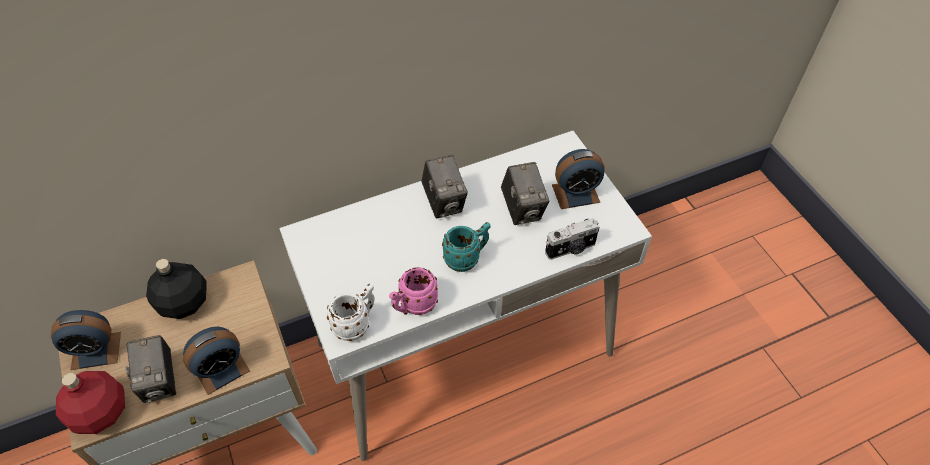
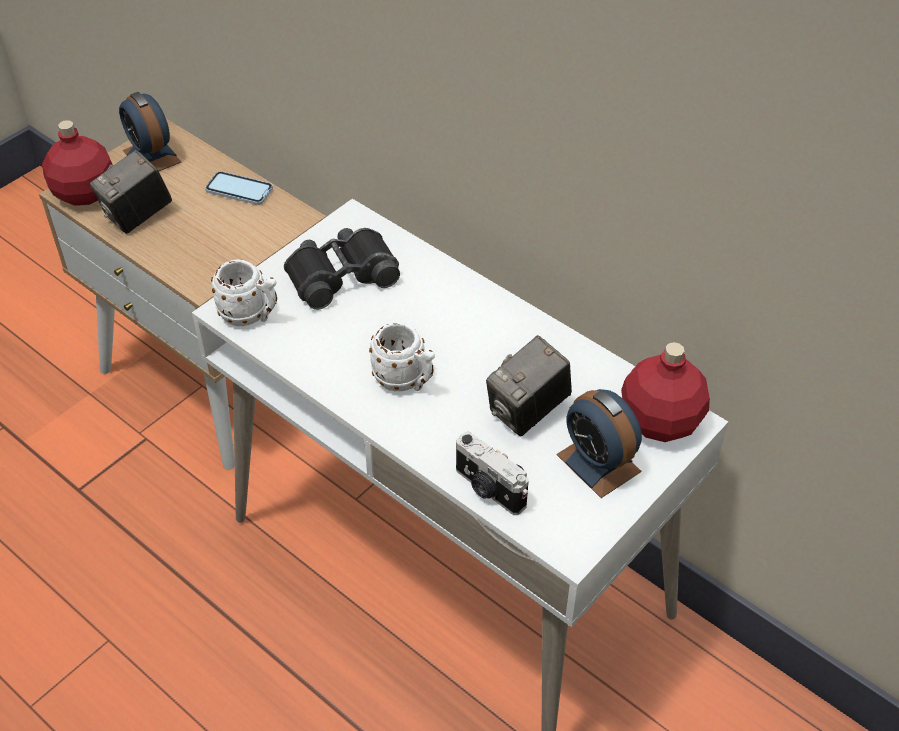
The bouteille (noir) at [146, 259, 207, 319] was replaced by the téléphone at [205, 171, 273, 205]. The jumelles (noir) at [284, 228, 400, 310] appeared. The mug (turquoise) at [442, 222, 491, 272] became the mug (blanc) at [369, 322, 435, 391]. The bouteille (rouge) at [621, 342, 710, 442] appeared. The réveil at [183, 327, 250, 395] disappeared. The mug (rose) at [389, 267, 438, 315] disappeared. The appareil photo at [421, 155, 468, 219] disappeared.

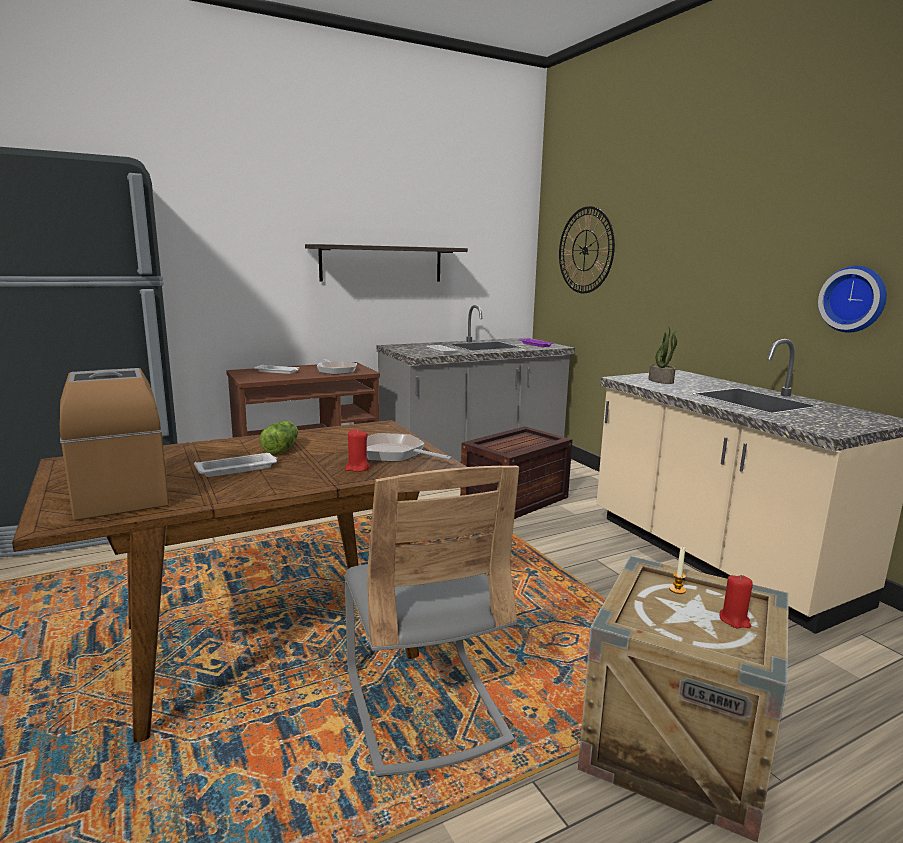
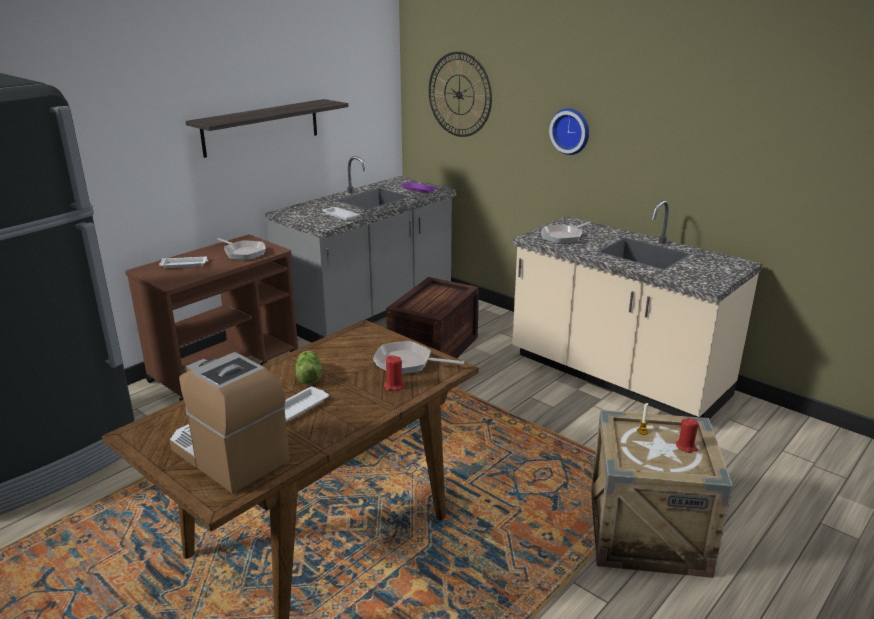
The plante en pot at [648, 327, 677, 384] was replaced by the poêle at [541, 222, 591, 244]. The horloge murale moved from [818, 266, 887, 333] to [549, 108, 589, 155]. The chaise (gris) at [344, 466, 519, 777] disappeared.

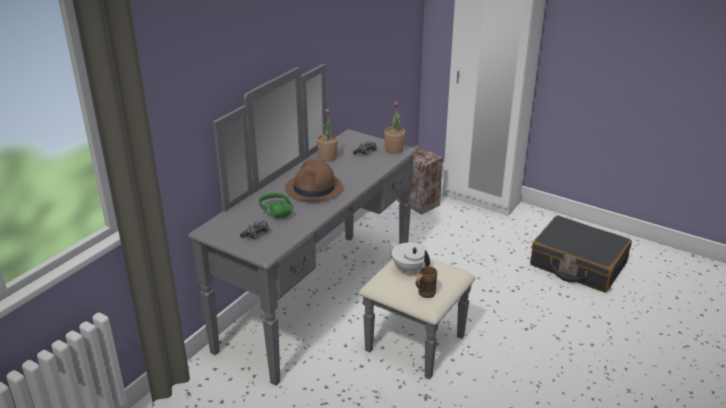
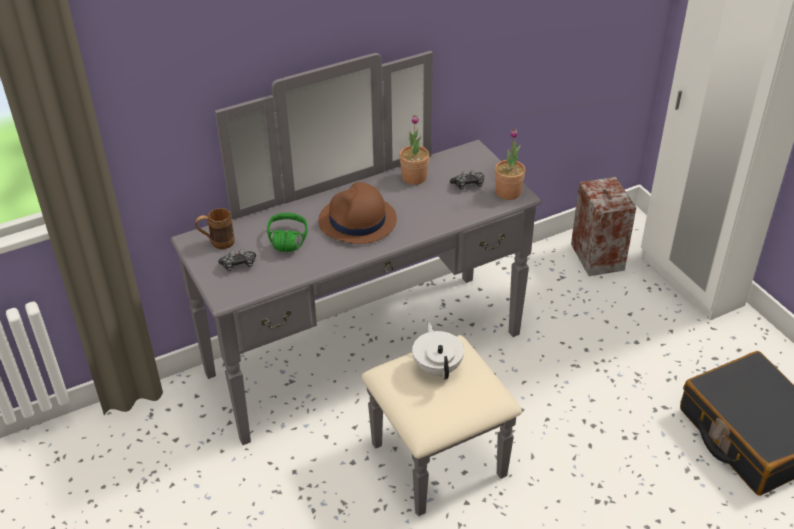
The mug (marron) moved from [416, 266, 437, 298] to [195, 208, 234, 249].

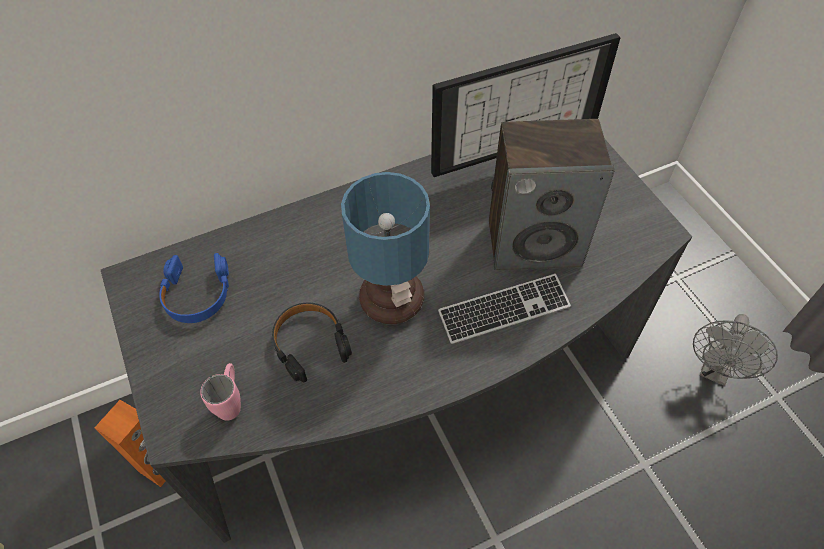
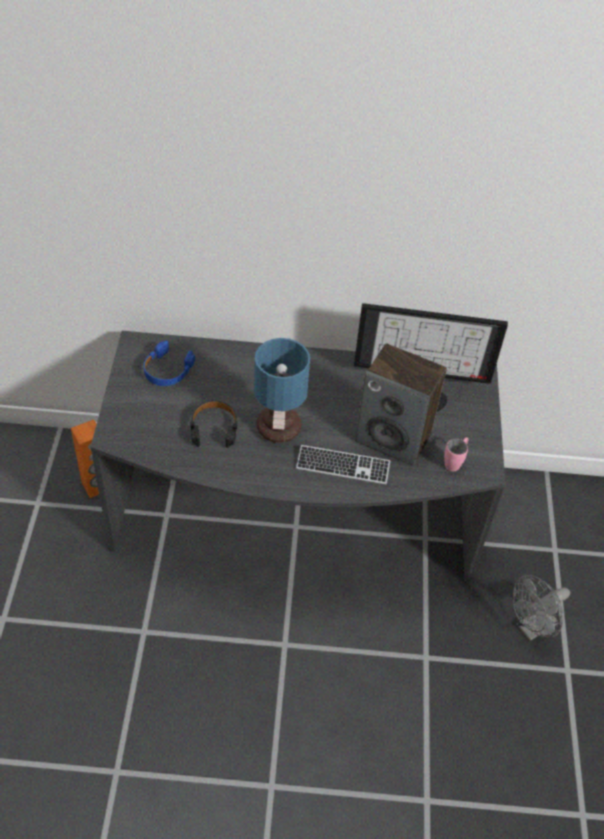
The mug (rose) moved from [200, 363, 241, 420] to [444, 437, 469, 472].

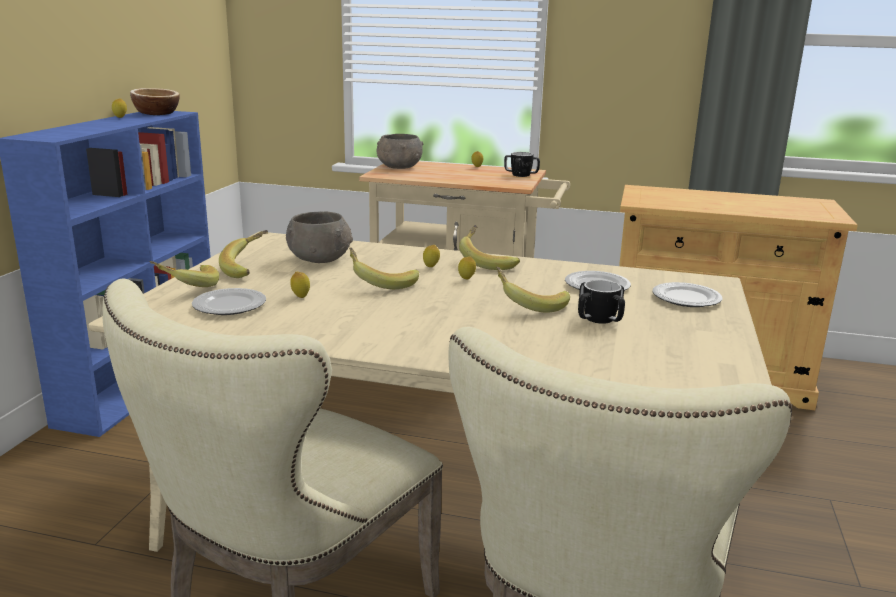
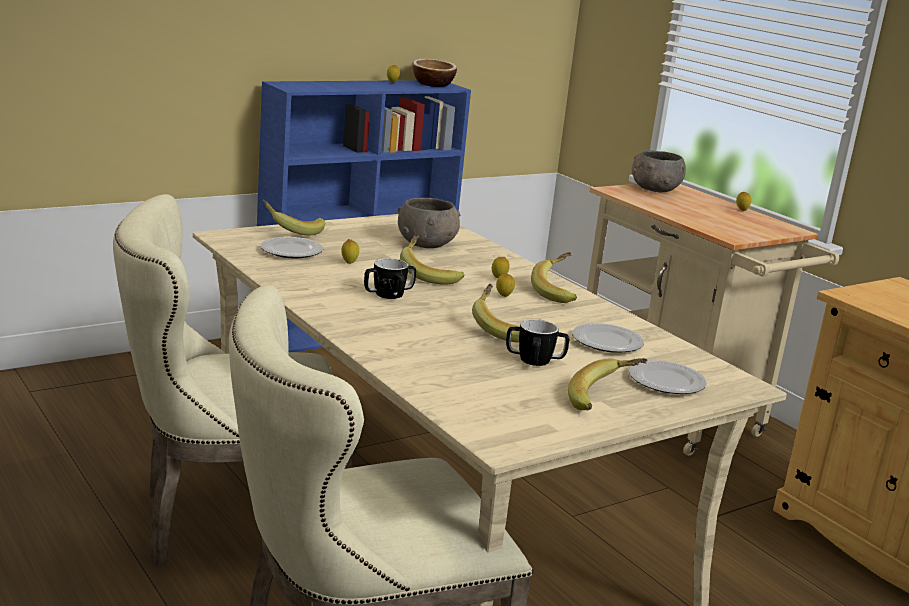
The mug moved from [504, 152, 540, 177] to [364, 258, 416, 299]. The banane moved from [219, 230, 268, 278] to [568, 358, 647, 410].

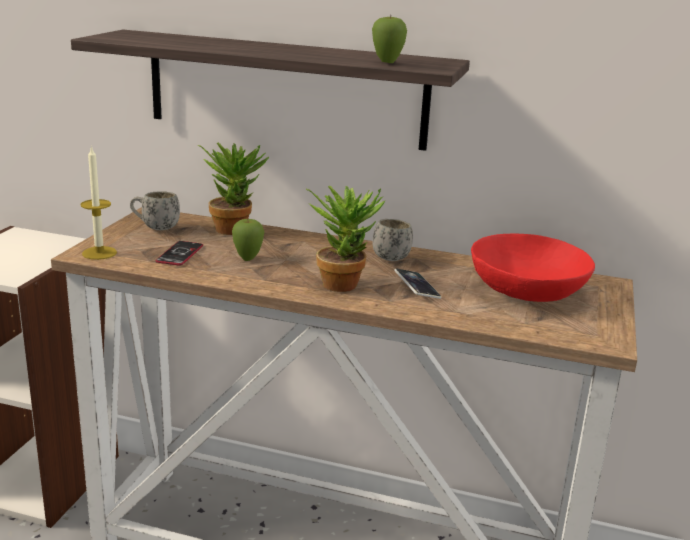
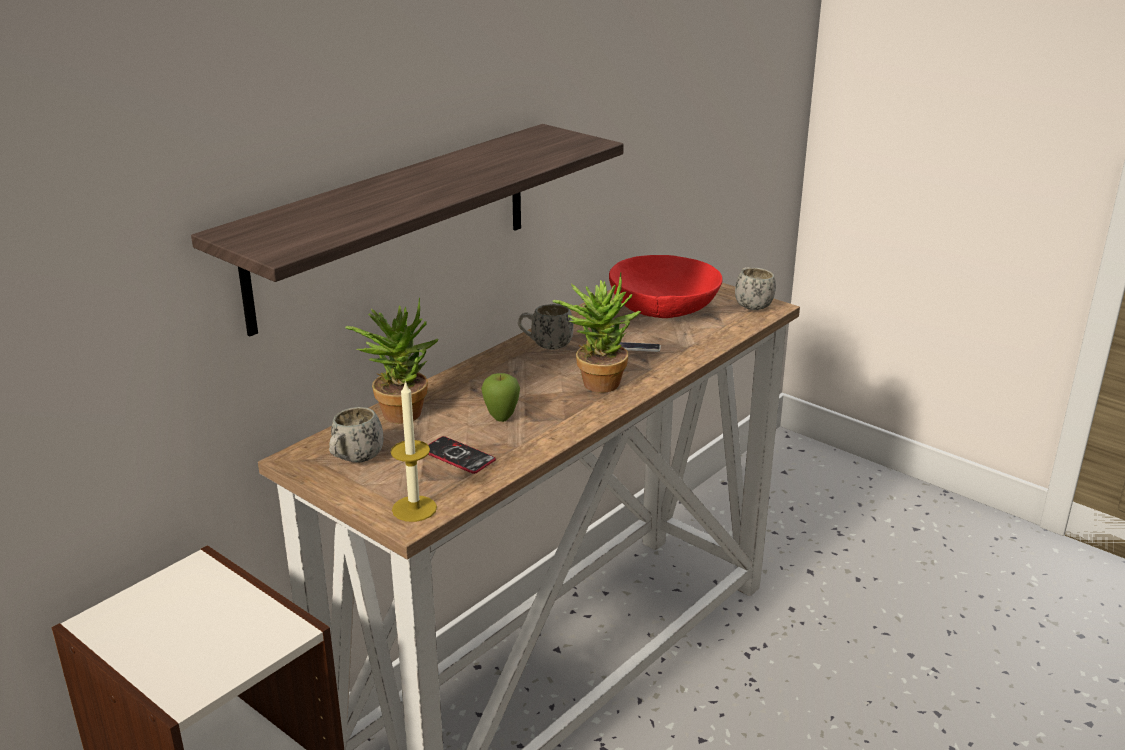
The mug (blanc) at [735, 267, 776, 310] appeared. The pomme at [372, 15, 407, 63] disappeared.

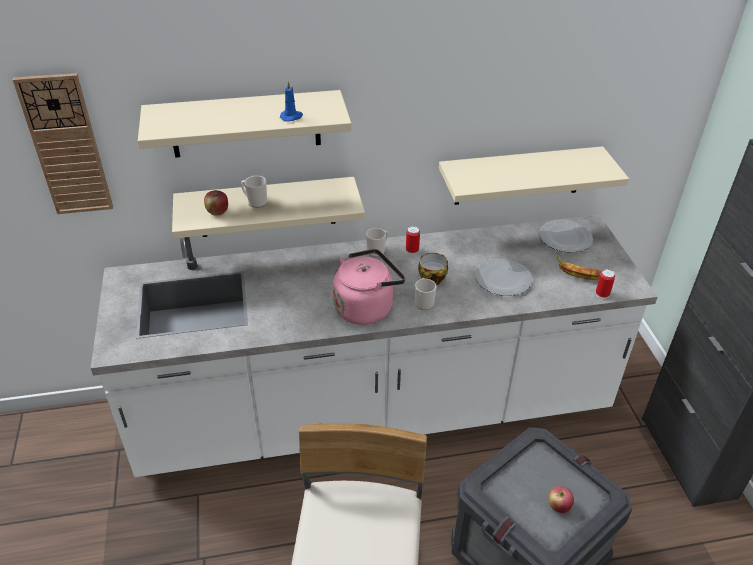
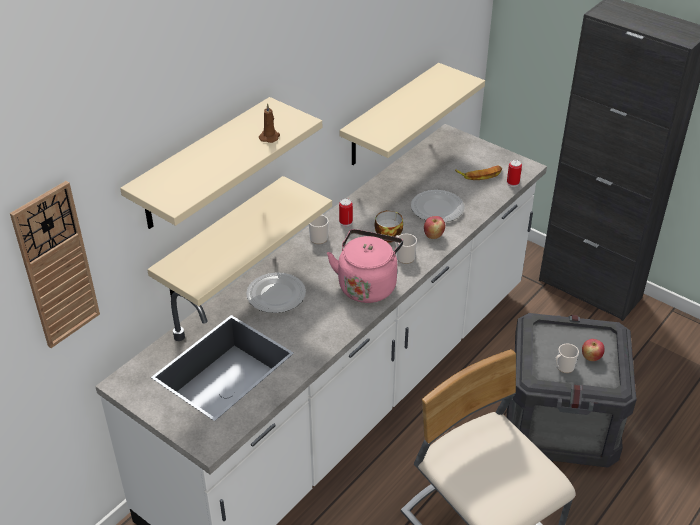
The assiette moved from [539, 220, 593, 252] to [246, 272, 306, 313]. The bougie (bleu) at [280, 80, 303, 122] became the bougie (marron) at [259, 103, 280, 143]. The pomme moved from [204, 190, 228, 216] to [424, 216, 445, 239]. The mug moved from [241, 176, 267, 208] to [555, 344, 579, 373].

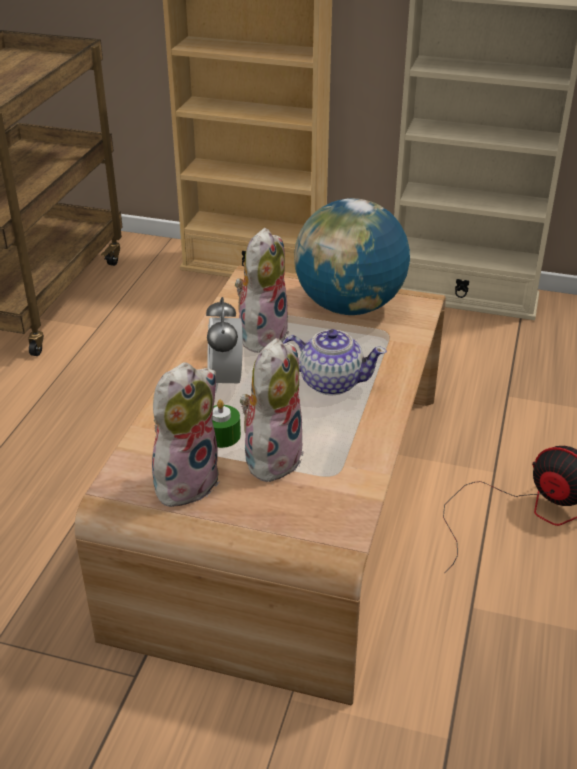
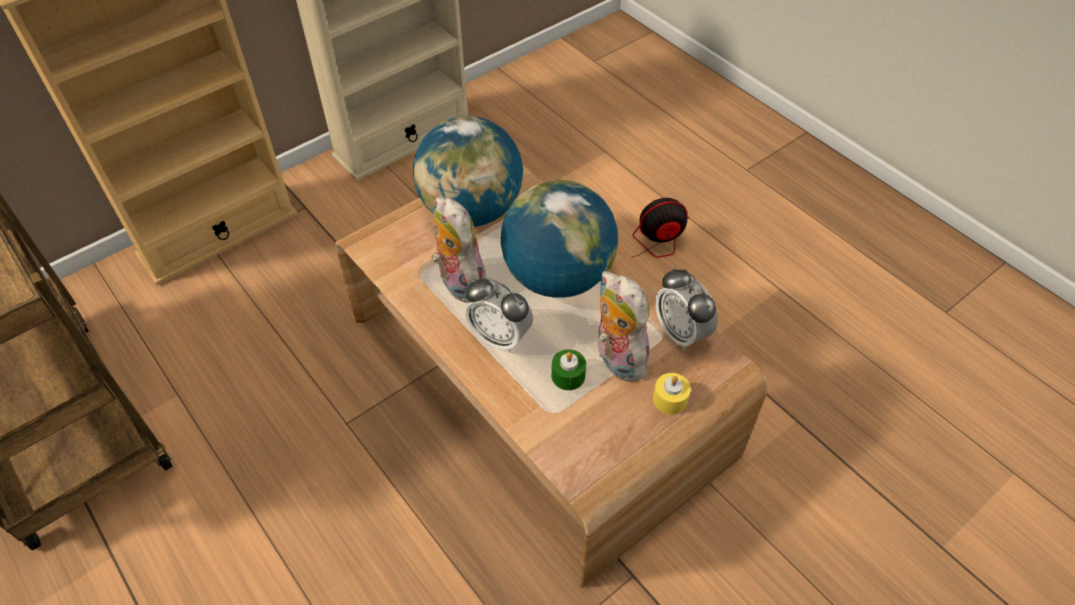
The théière at [283, 329, 387, 396] was replaced by the globe at [501, 180, 618, 298]. The bougie (jaune) at [653, 373, 691, 415] appeared. The réveil at [655, 267, 718, 350] appeared. The peluche at [152, 362, 220, 508] disappeared.

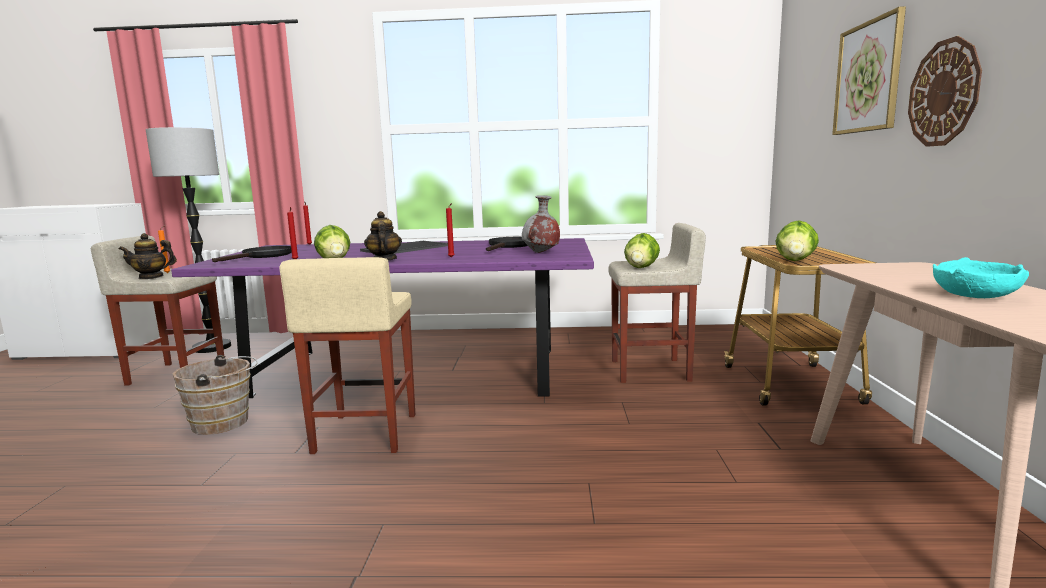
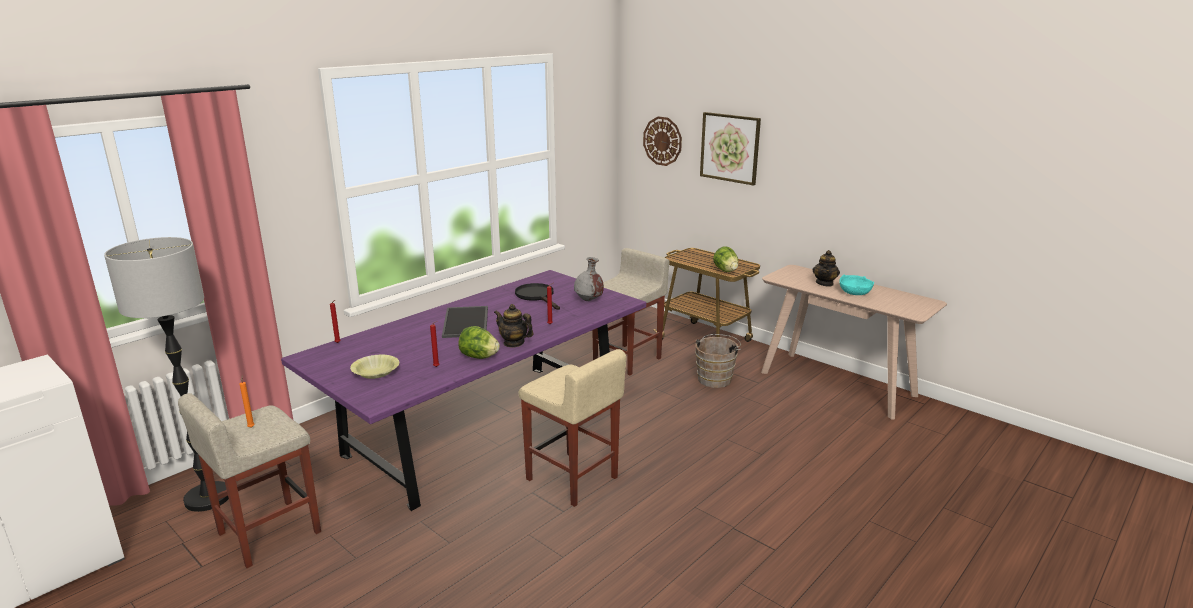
The poêle (noir) at [212, 246, 292, 262] was replaced by the bol (jaune) at [350, 355, 399, 379]. The horloge murale moved from [908, 36, 982, 147] to [643, 116, 682, 166]. The seau (marron) moved from [173, 355, 258, 435] to [695, 334, 741, 388]. The théière moved from [119, 233, 177, 279] to [813, 250, 840, 286]. The laitue at [624, 233, 660, 268] disappeared.

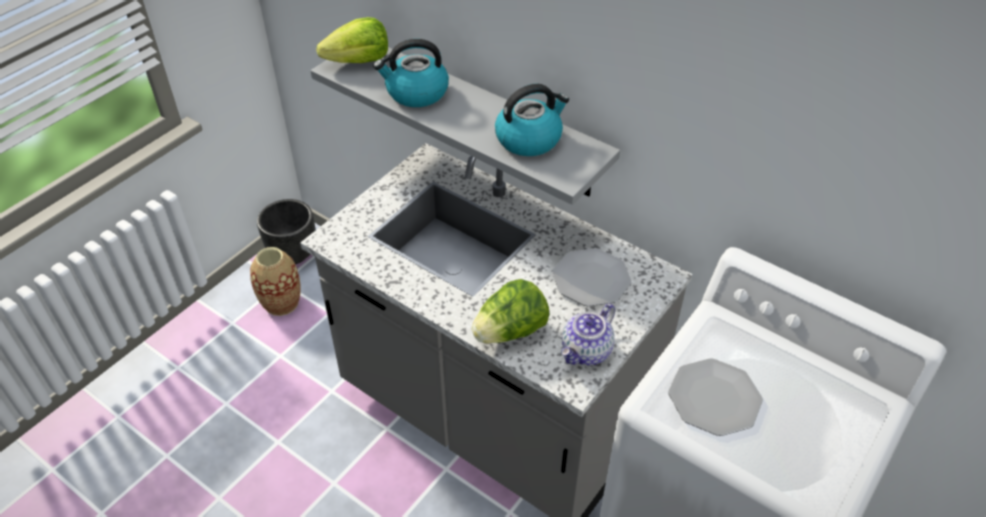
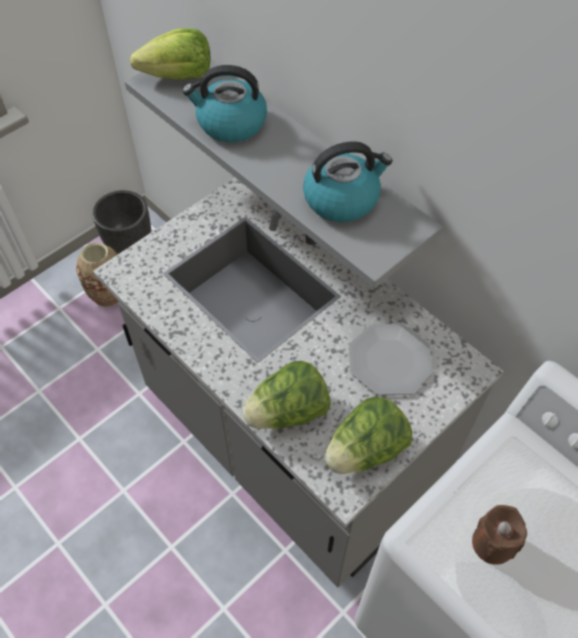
The théière at [561, 303, 615, 365] was replaced by the laitue at [325, 397, 412, 474]. The assiette at [668, 358, 763, 436] was replaced by the bougie (marron) at [472, 505, 527, 565].

